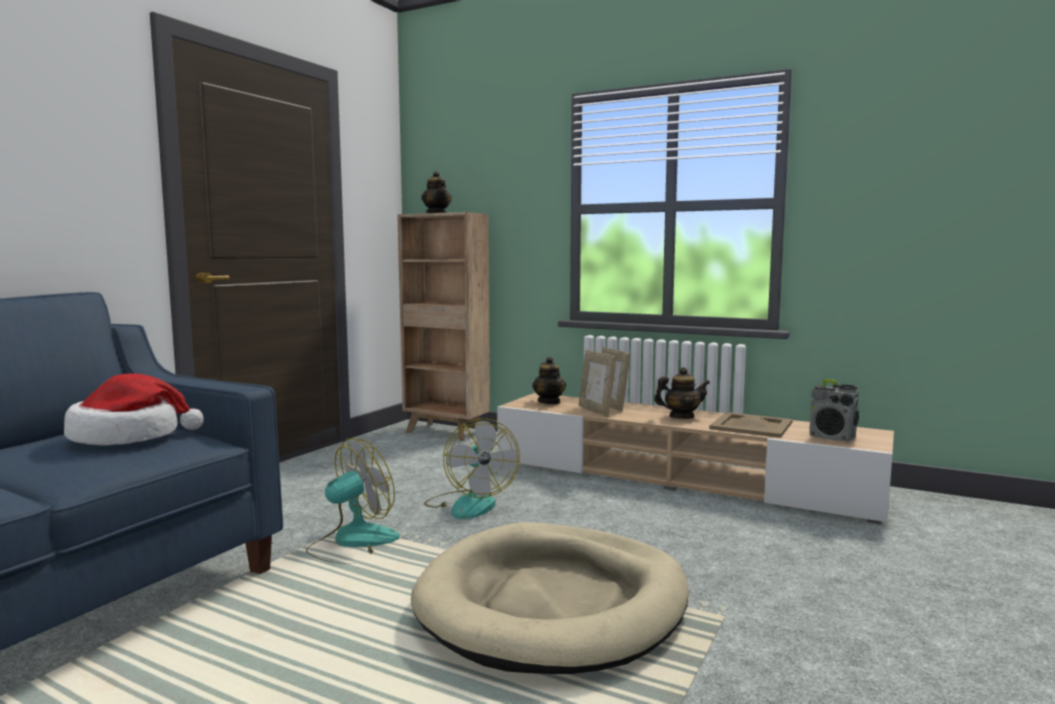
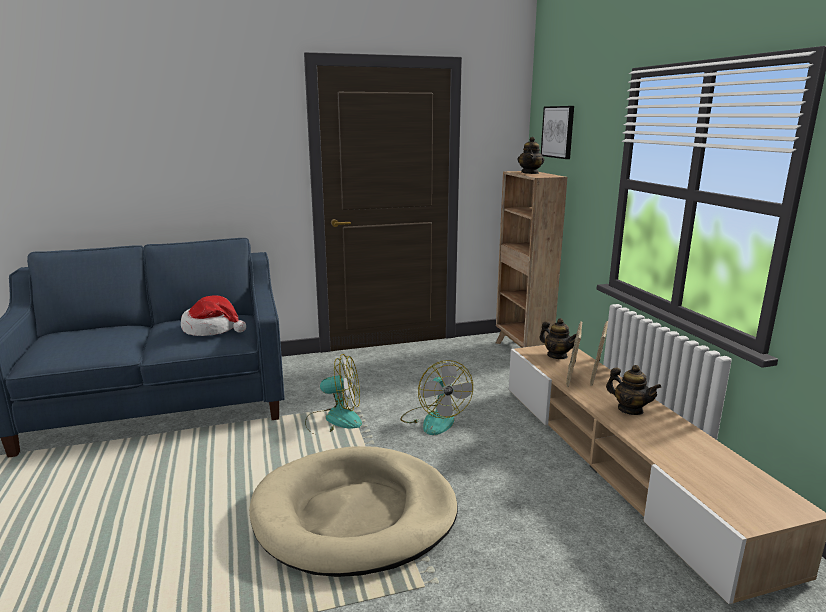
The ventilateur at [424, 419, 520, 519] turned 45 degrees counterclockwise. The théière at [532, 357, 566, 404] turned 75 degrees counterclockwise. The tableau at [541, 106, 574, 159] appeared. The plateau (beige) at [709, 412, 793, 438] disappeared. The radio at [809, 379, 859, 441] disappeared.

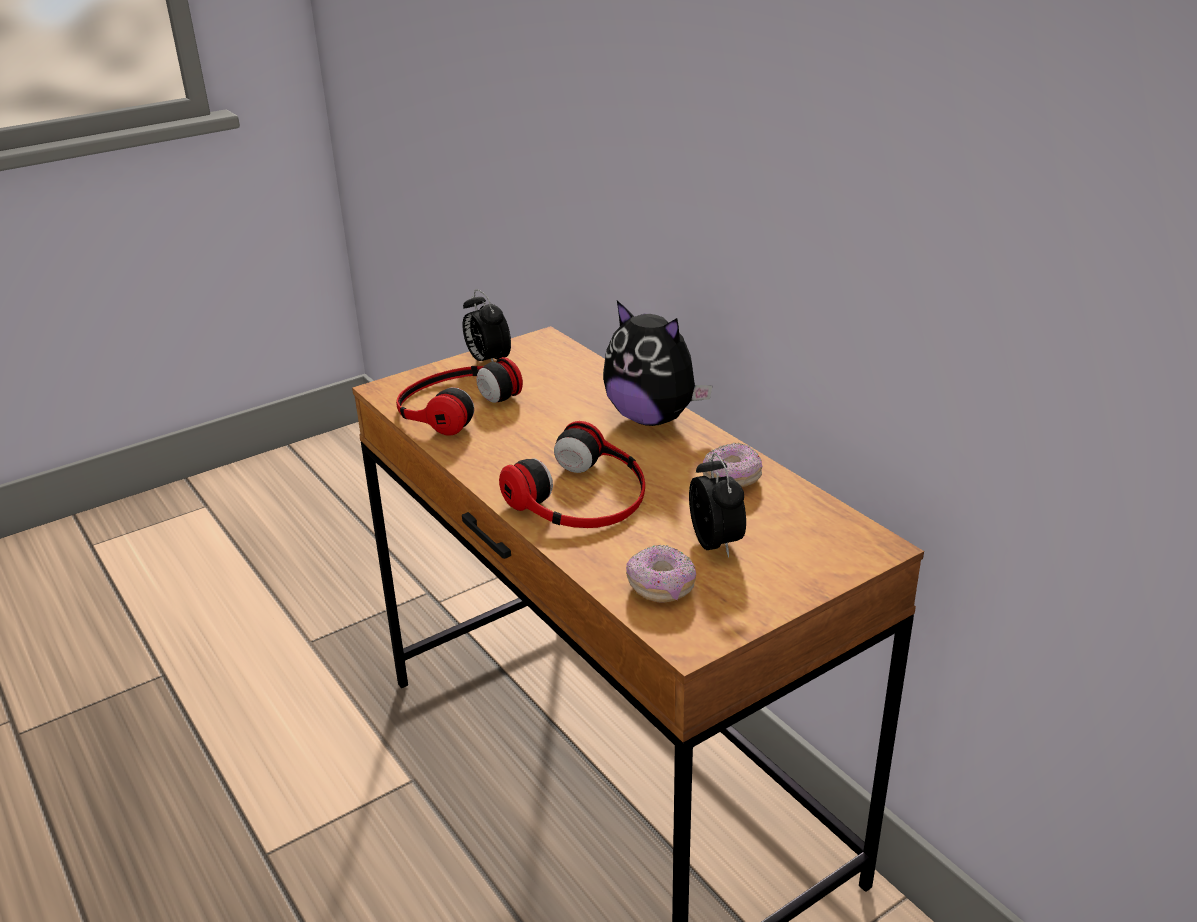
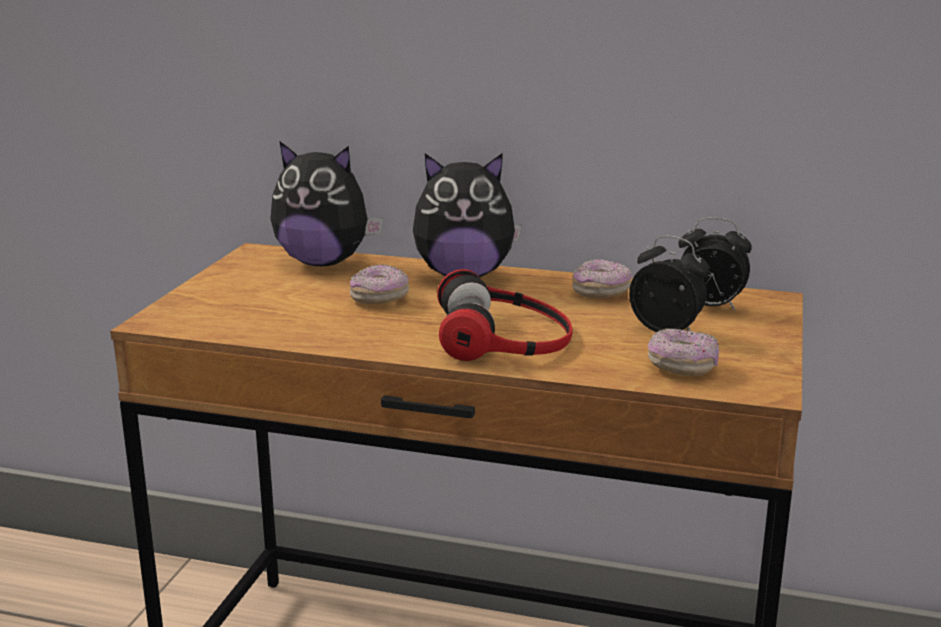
The peluche at [270, 142, 383, 266] appeared. The beignet at [350, 264, 409, 304] appeared. The réveil moved from [463, 289, 511, 362] to [679, 217, 752, 311]. The casque audio at [396, 357, 523, 436] disappeared.

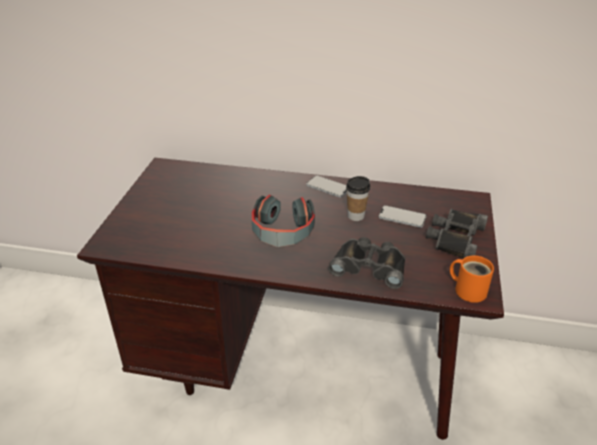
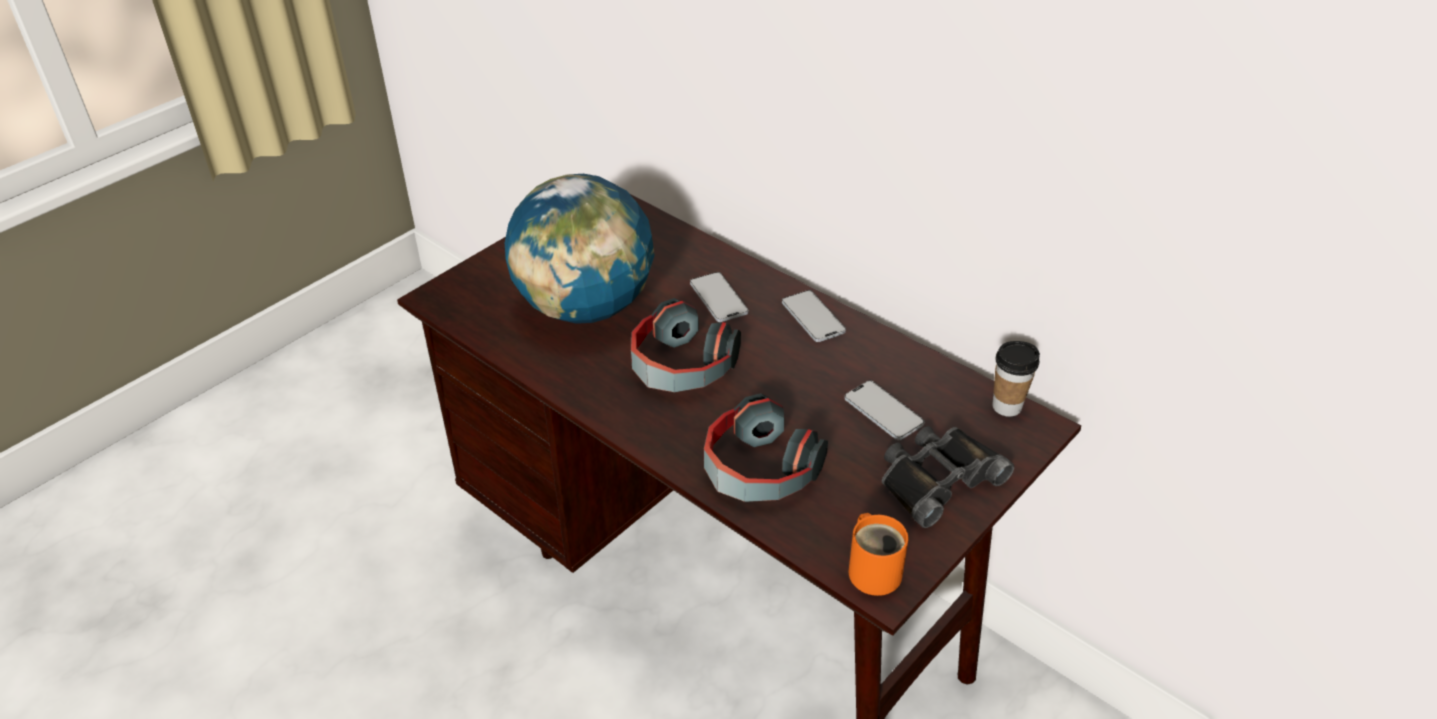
The globe at [505, 174, 655, 324] appeared. The téléphone at [690, 272, 749, 322] appeared. The jumelles (noir) at [328, 237, 406, 289] was replaced by the casque audio at [704, 393, 828, 502]. The tasse moved from [346, 176, 370, 221] to [992, 341, 1040, 417].

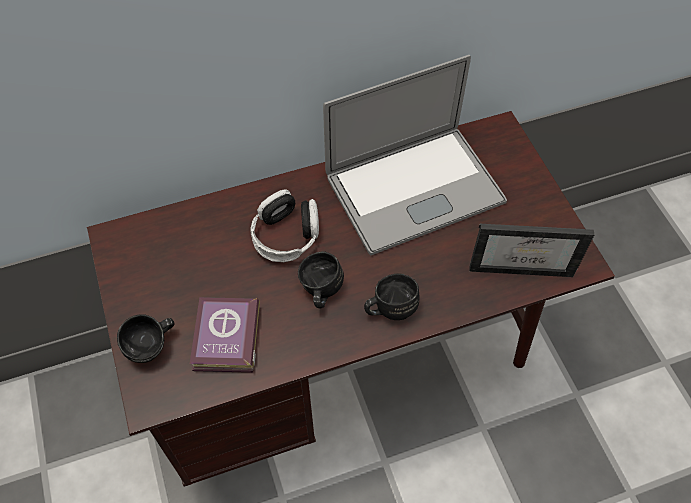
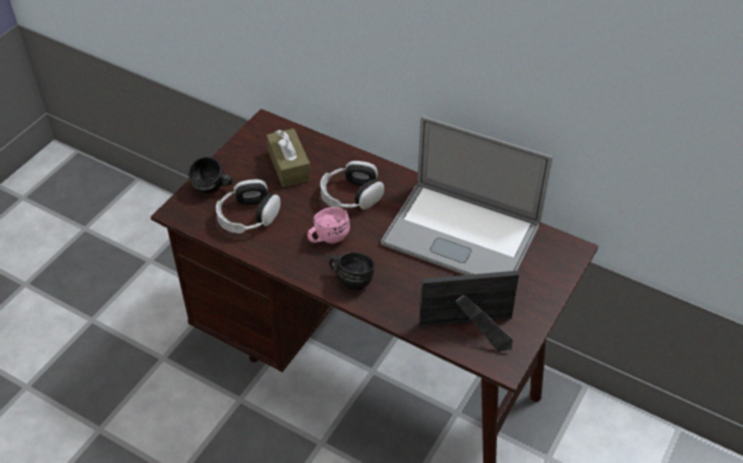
The livre at [190, 297, 260, 373] was replaced by the casque audio at [216, 179, 281, 234]. The boîte à mouchoirs (marron) at [266, 128, 311, 187] appeared. The mug (noir) at [298, 251, 344, 308] became the mug (rose) at [307, 207, 350, 243]. The cadre photo at [469, 223, 594, 277] turned 120 degrees clockwise.

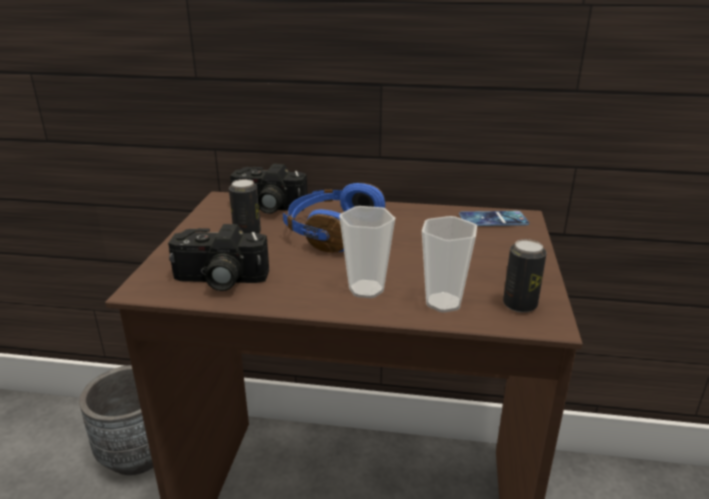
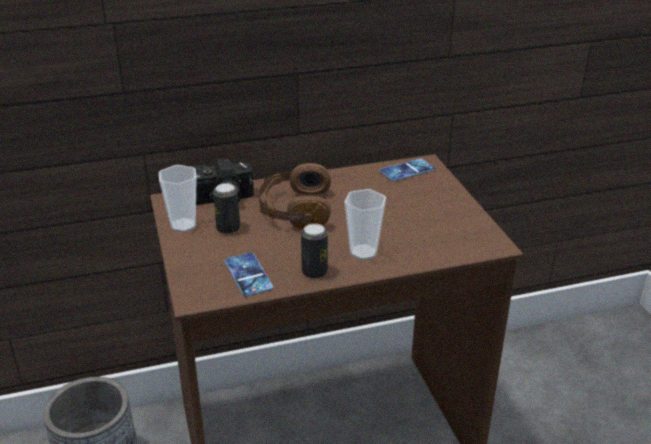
The tasse moved from [422, 216, 477, 313] to [159, 165, 197, 233]. The appareil photo at [168, 224, 269, 291] was replaced by the téléphone at [225, 252, 273, 296]. The casque audio (bleu) at [283, 183, 385, 253] became the casque audio (marron) at [258, 163, 331, 229]. The boîte métallique moved from [503, 239, 547, 313] to [301, 223, 328, 279].

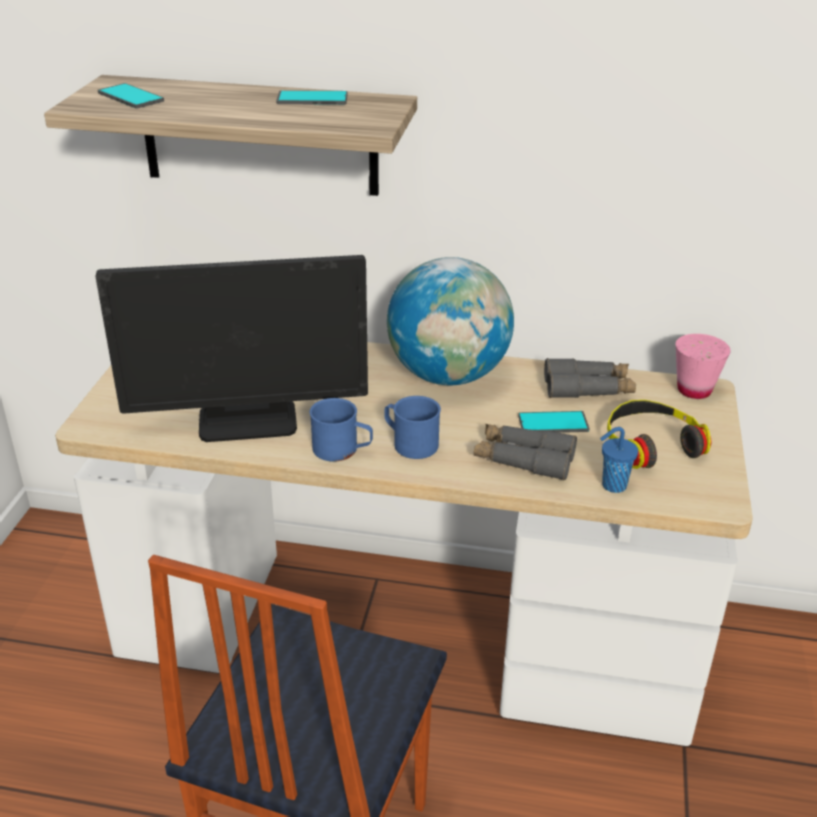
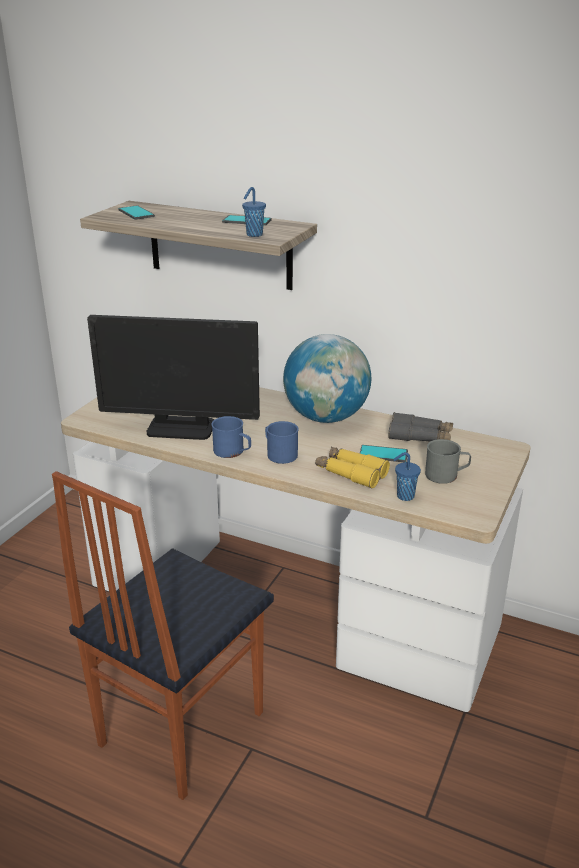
The tasse (bleu) at [242, 187, 266, 237] appeared. The jumelles (gris) at [474, 424, 577, 480] became the jumelles (jaune) at [315, 447, 390, 489]. The casque audio at [607, 400, 711, 469] was replaced by the mug (gris) at [425, 439, 471, 484]. The tasse (rose) at [676, 334, 731, 399] disappeared.

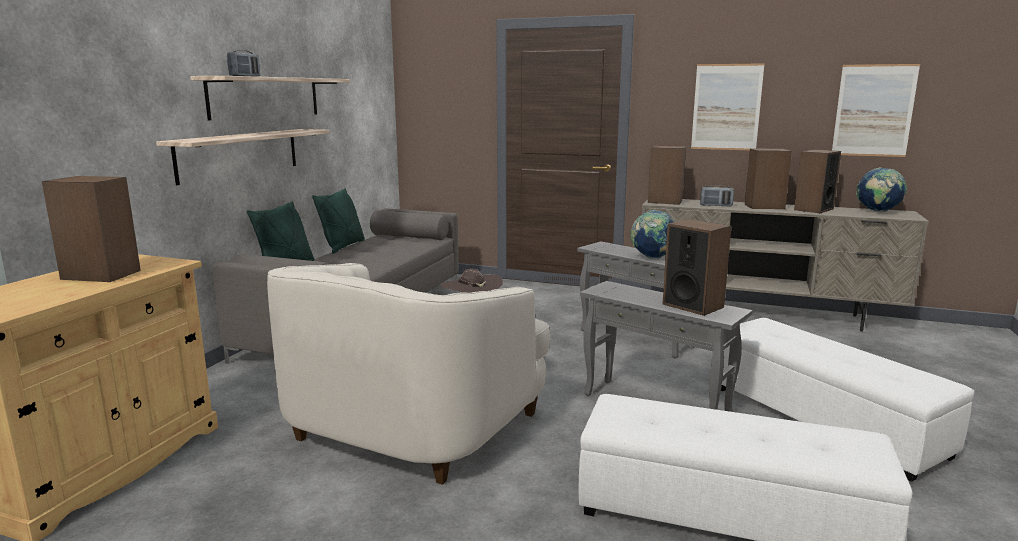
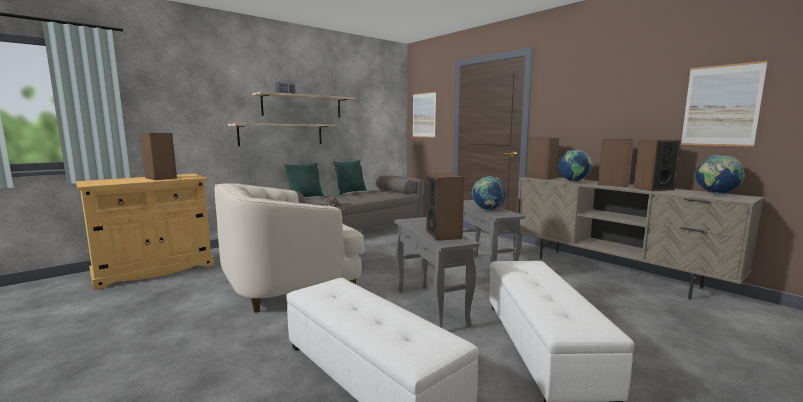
The tableau moved from [691, 63, 765, 150] to [413, 92, 436, 138]. The radio at [700, 185, 734, 207] was replaced by the globe at [558, 150, 592, 182].

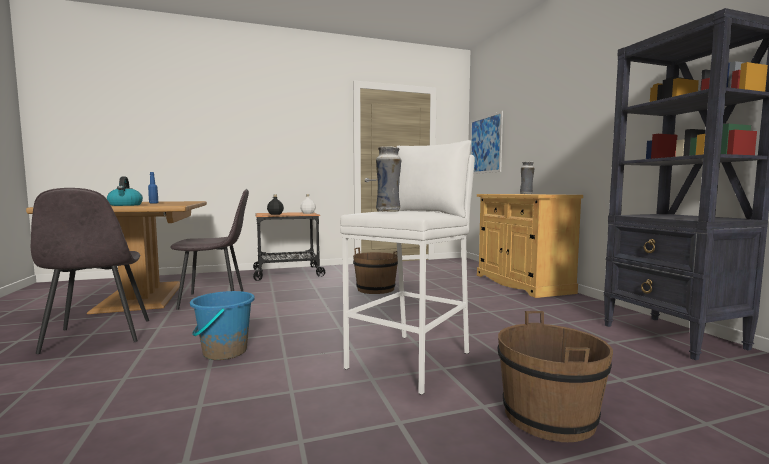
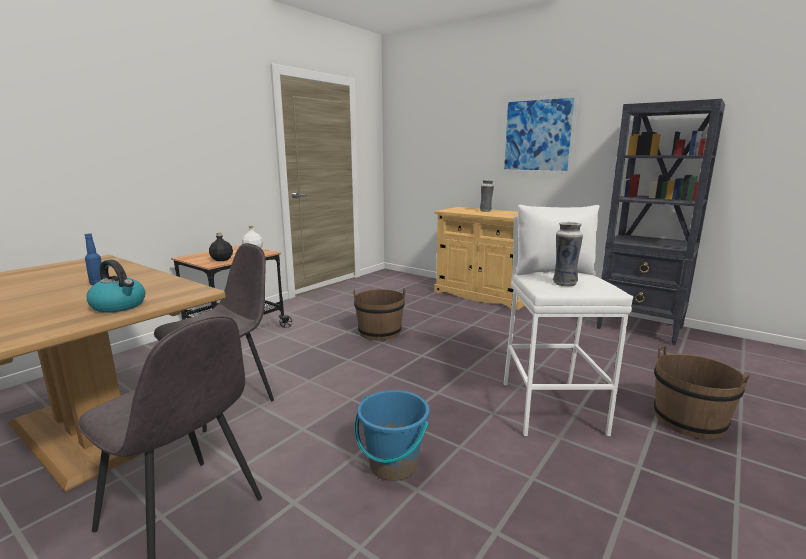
The tableau moved from [470, 111, 503, 174] to [501, 94, 578, 174].

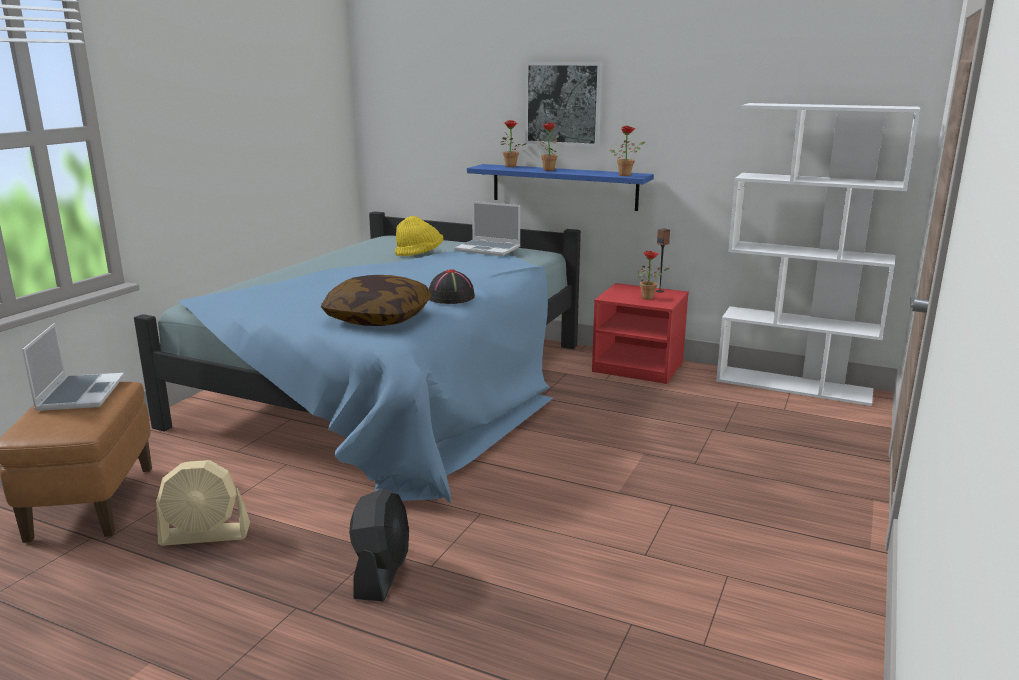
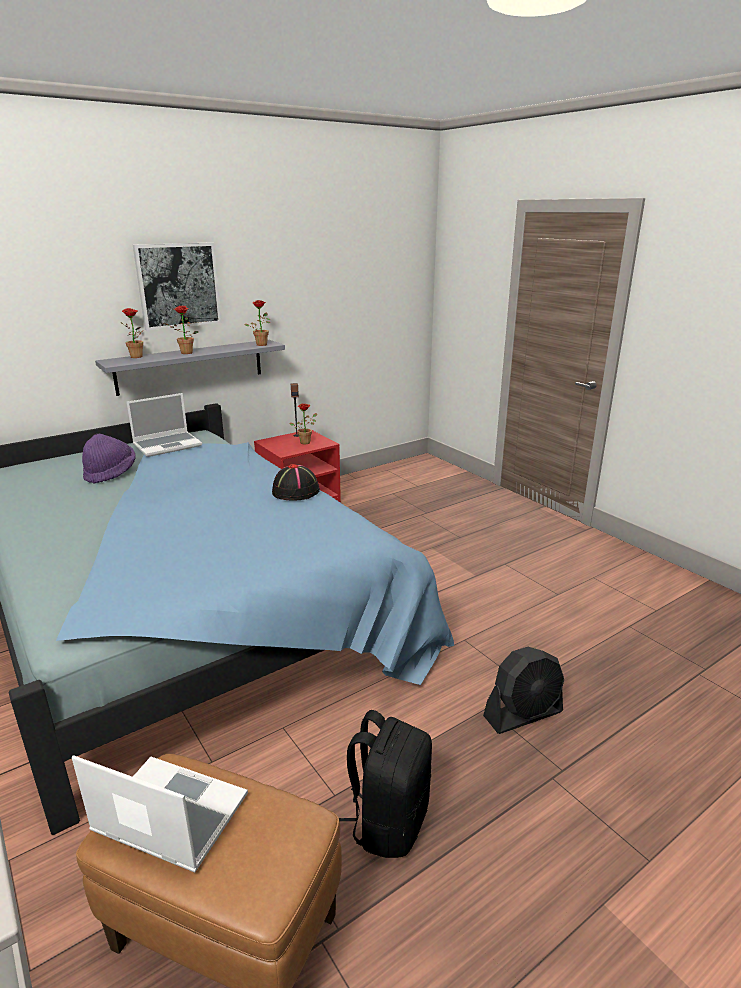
The chapeau (jaune) at [395, 216, 443, 256] became the chapeau (violet) at [82, 434, 136, 484]. The étagère (bleu) at [467, 164, 654, 211] became the étagère (gris) at [95, 340, 285, 396]. The ventilateur (beige) at [156, 460, 250, 546] was replaced by the sac à dos (noir) at [339, 710, 432, 858]. The ventilateur (noir) at [349, 489, 409, 601] turned 120 degrees clockwise. The coussin at [321, 275, 432, 326] disappeared. The bibliothèque (blanc) at [716, 103, 920, 406] disappeared.

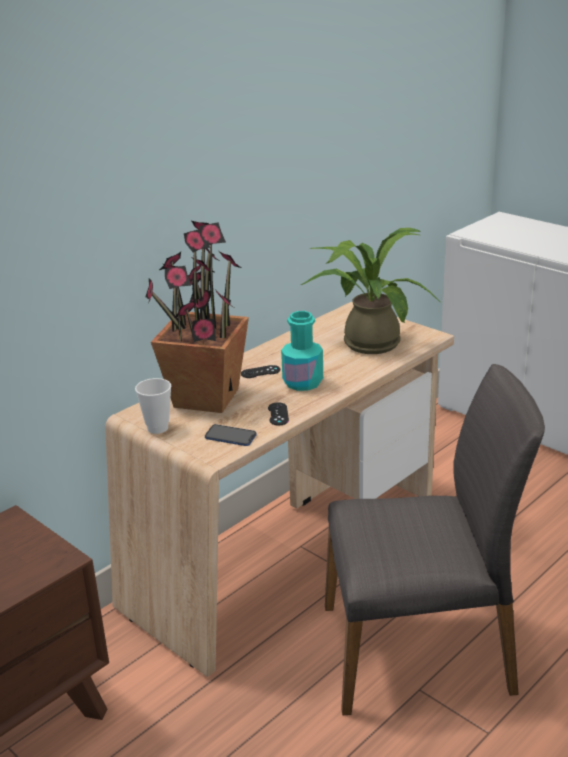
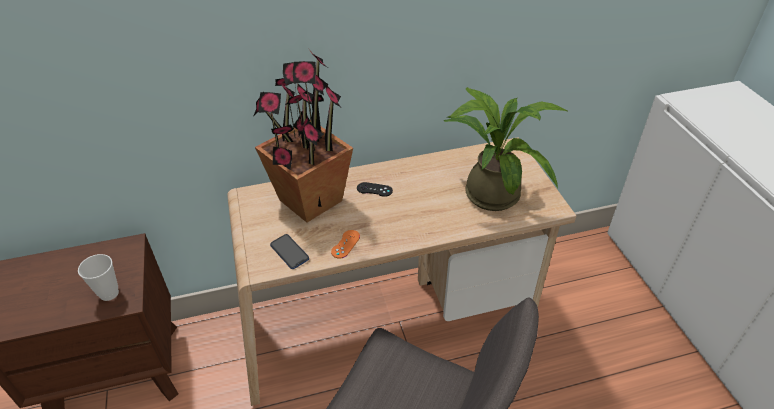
The tasse moved from [135, 378, 171, 434] to [78, 254, 119, 301]. The manette (noir) at [268, 402, 289, 426] became the manette (orange) at [331, 230, 360, 258]. The bouteille (turquoise) at [281, 311, 323, 391] disappeared.

